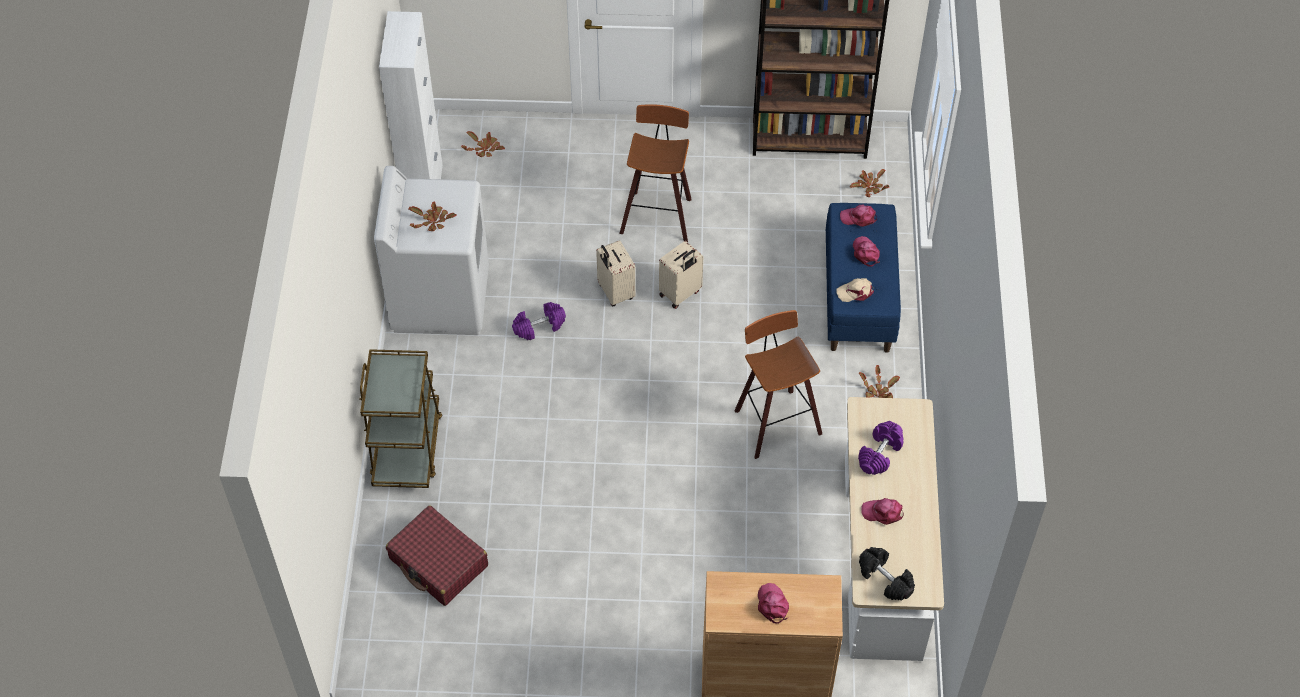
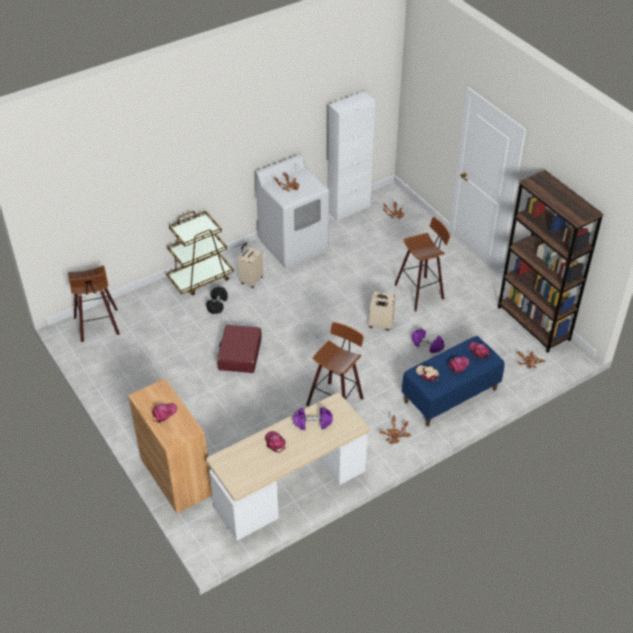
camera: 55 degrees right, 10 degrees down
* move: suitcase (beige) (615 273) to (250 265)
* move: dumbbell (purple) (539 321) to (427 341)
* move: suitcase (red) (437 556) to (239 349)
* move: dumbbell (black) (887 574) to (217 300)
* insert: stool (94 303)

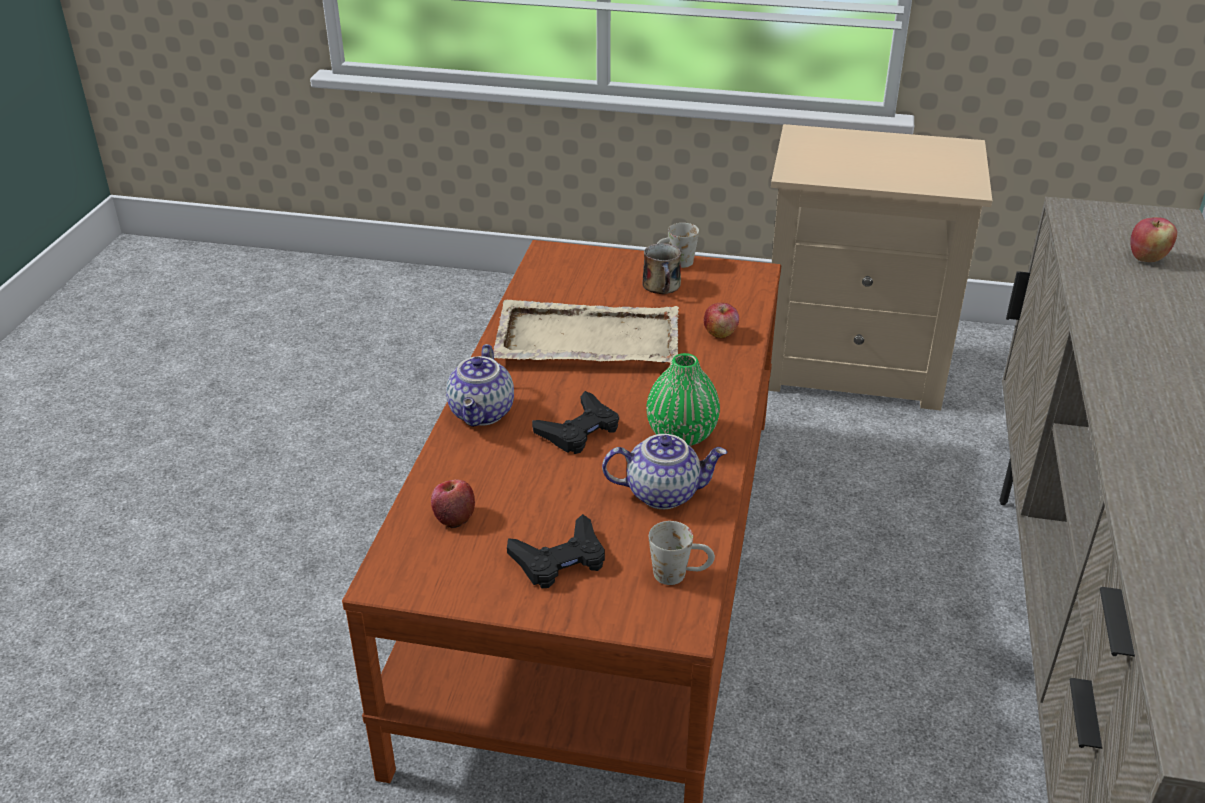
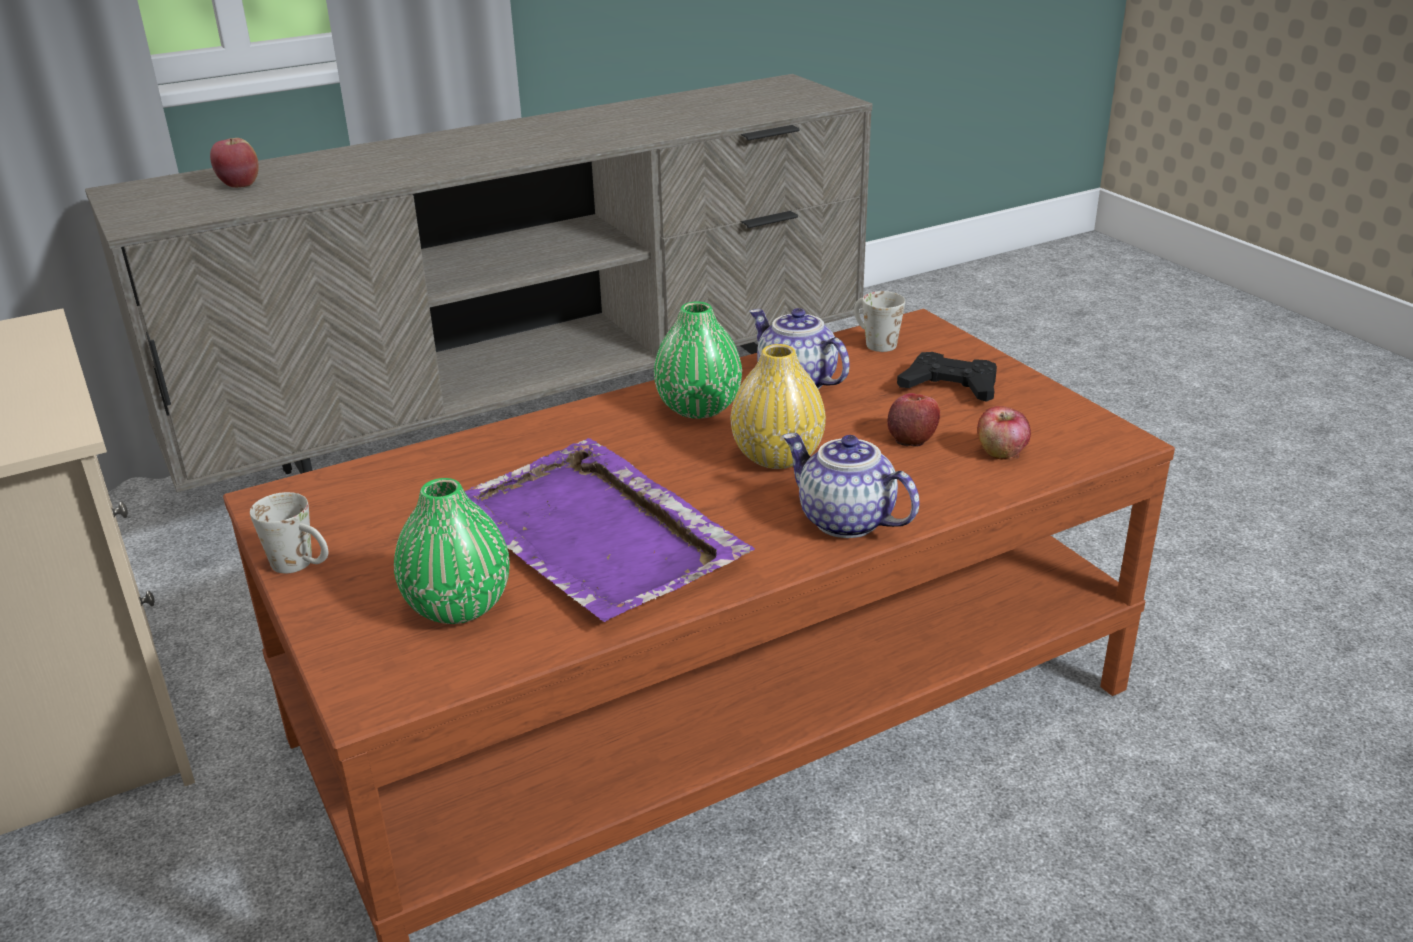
camera: 130 degrees left, 5 degrees down
* delete: mug (662 268)
* recolor: tray (beige) (586 331) to tray (purple) (610 530)
* move: apple (721 320) to (913 420)
* rotate: teapot (480 385) = (851 485) 105 degrees counterclockwise
* replace: game controller (black) (575 422) to vase (yellow) (778 406)
* insert: vase (green) (452 551)

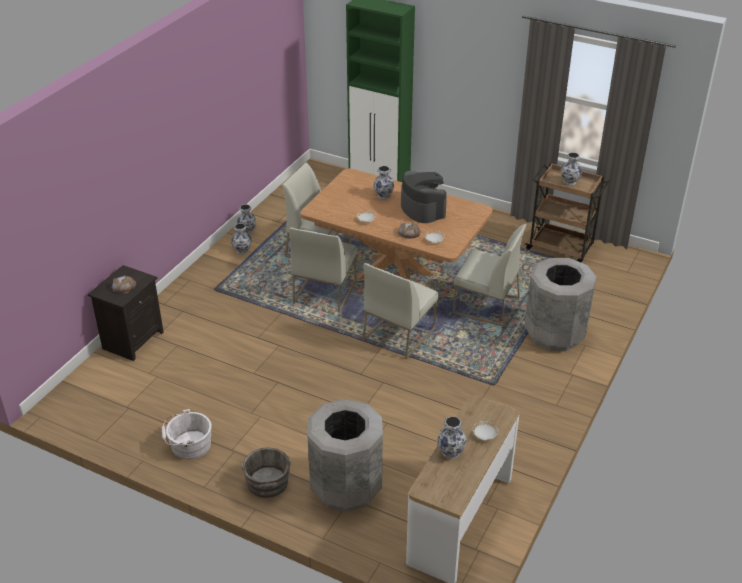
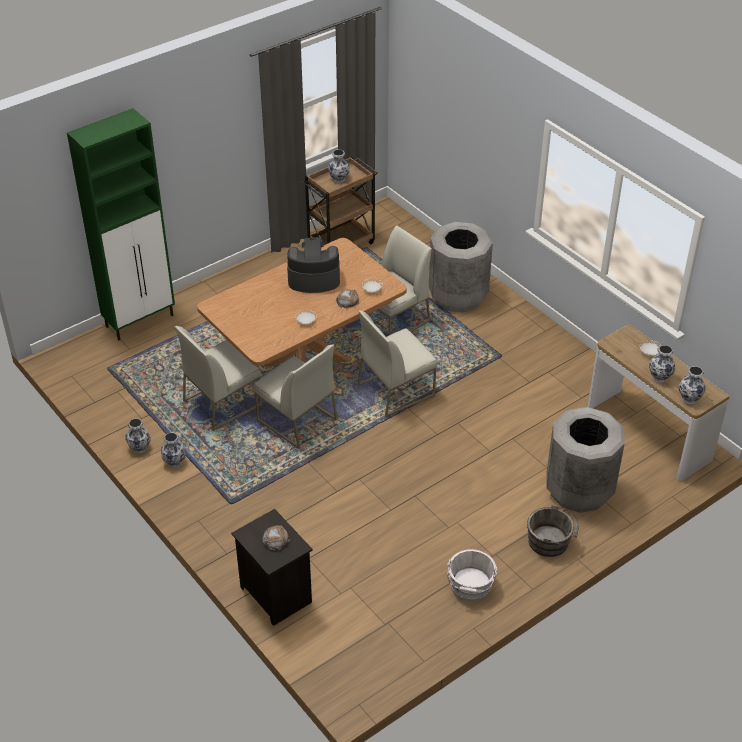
camera: 65 degrees left, 5 degrees up
* move: vase (384 182) to (692 385)
* rotate: chair (white) (401 311) = (397 363) 90 degrees clockwise

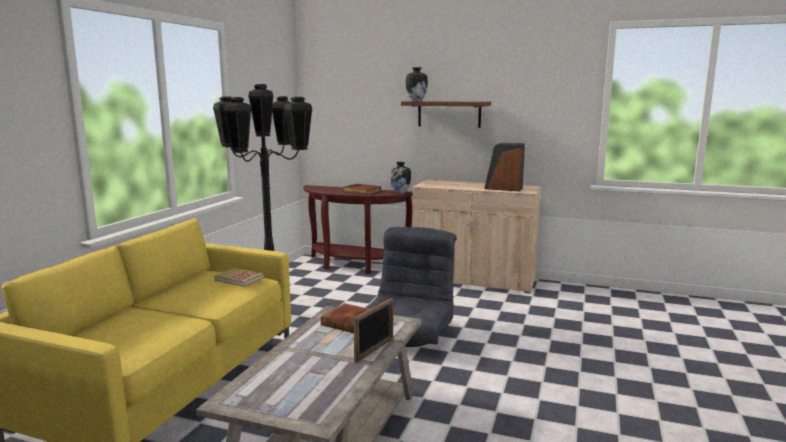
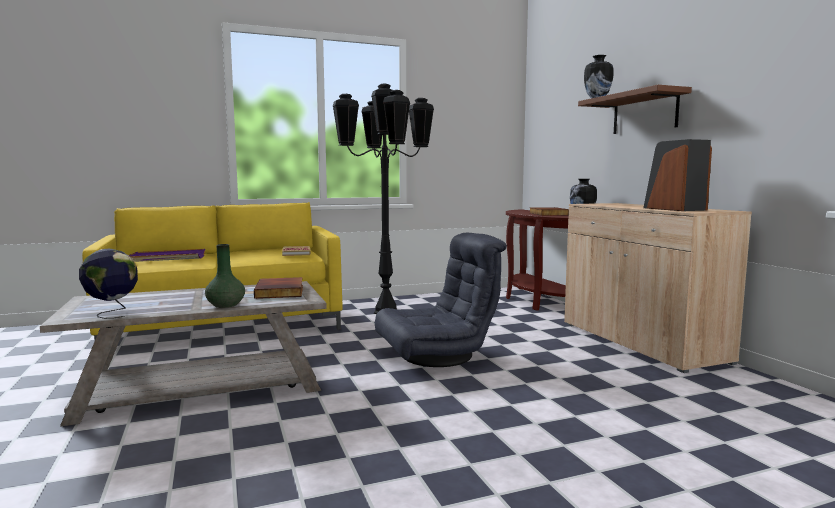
camera: 50 degrees right, 5 degrees down
* replace: picture frame (373 330) to vase (green) (225 276)
* insert: globe (108 284)
* insert: tray (purple) (166 255)

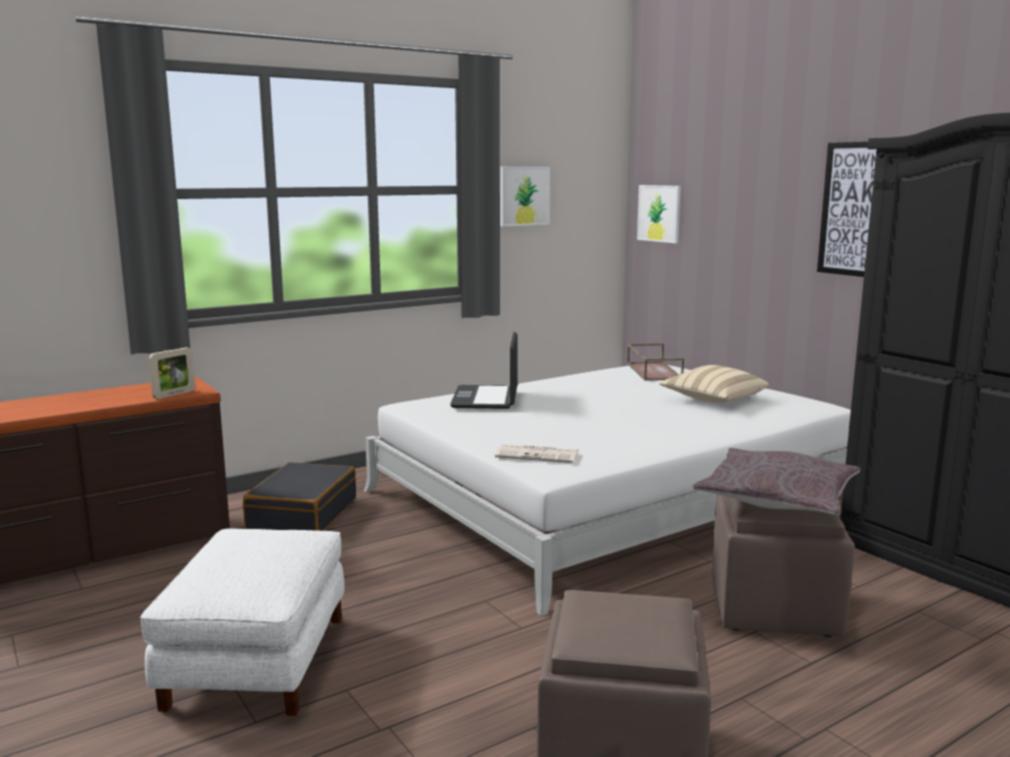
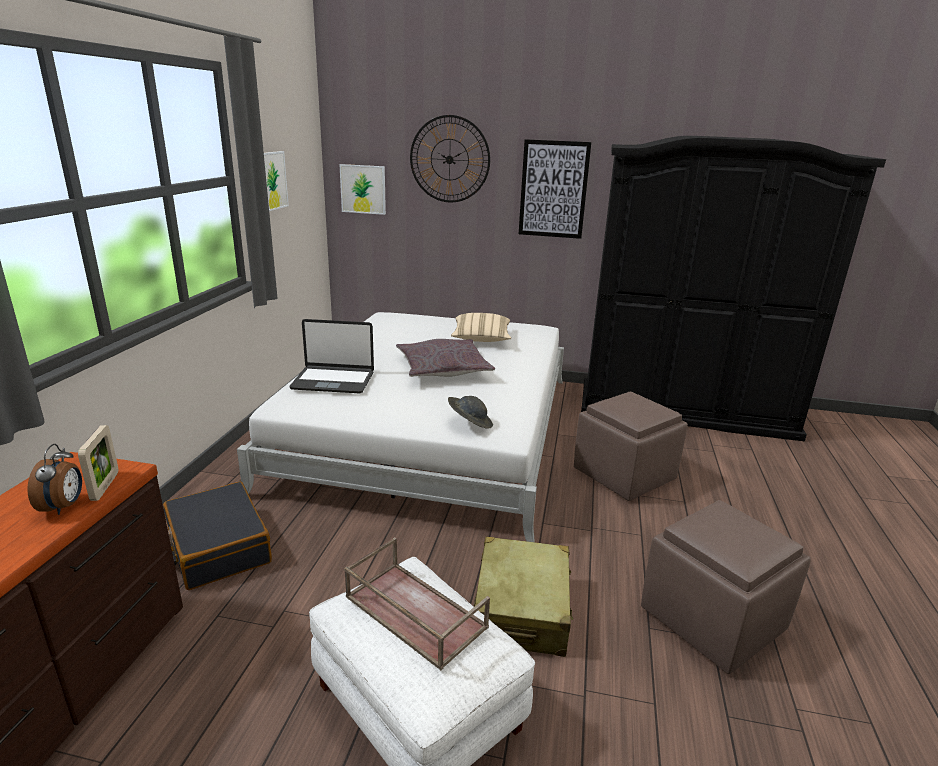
camera: 45 degrees left, 10 degrees up
* rotate: laptop (484 370) = (332 356) 45 degrees counterclockwise
* move: tray (brown) (655 362) to (417 603)
* replace: newspaper (536 453) to hat (grey) (470 412)
* move: pillow (grey) (776 481) to (445 358)
* insert: wall clock (450 158)
* insert: alarm clock (55 479)
* insert: suitcase (beige) (523 597)

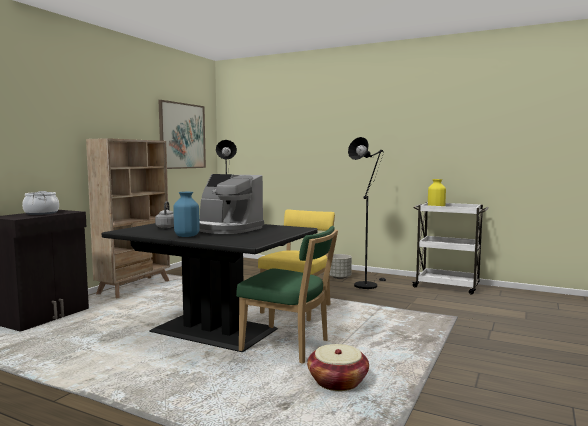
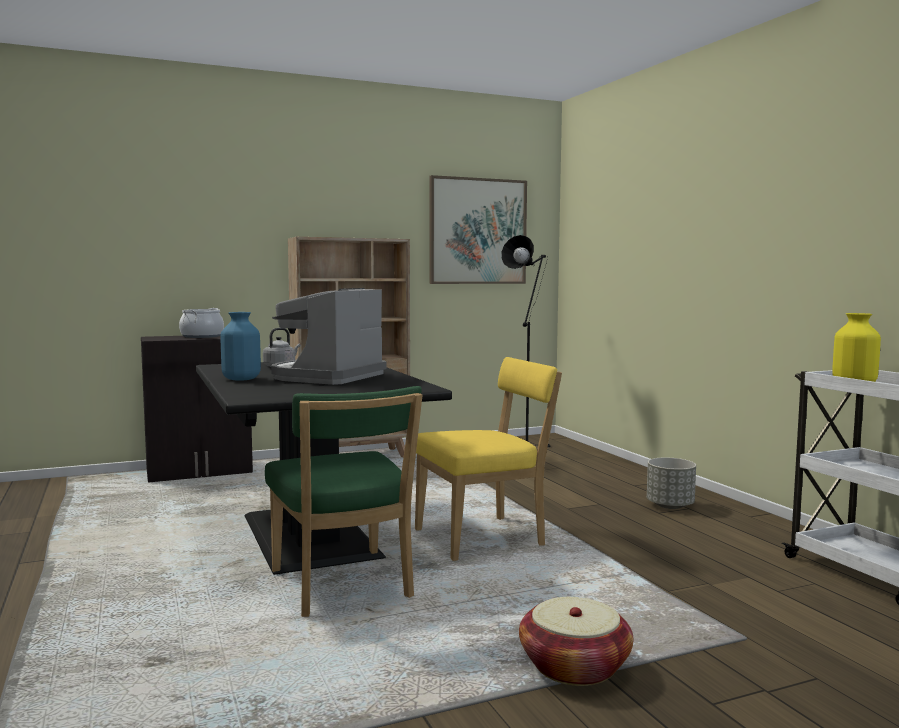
camera: 40 degrees right, 0 degrees up
* delete: floor lamp (black) (367 213)
* rotate: coffee machine (231 204) = (328 336) 45 degrees clockwise
* move: basket (338 367) to (576 641)

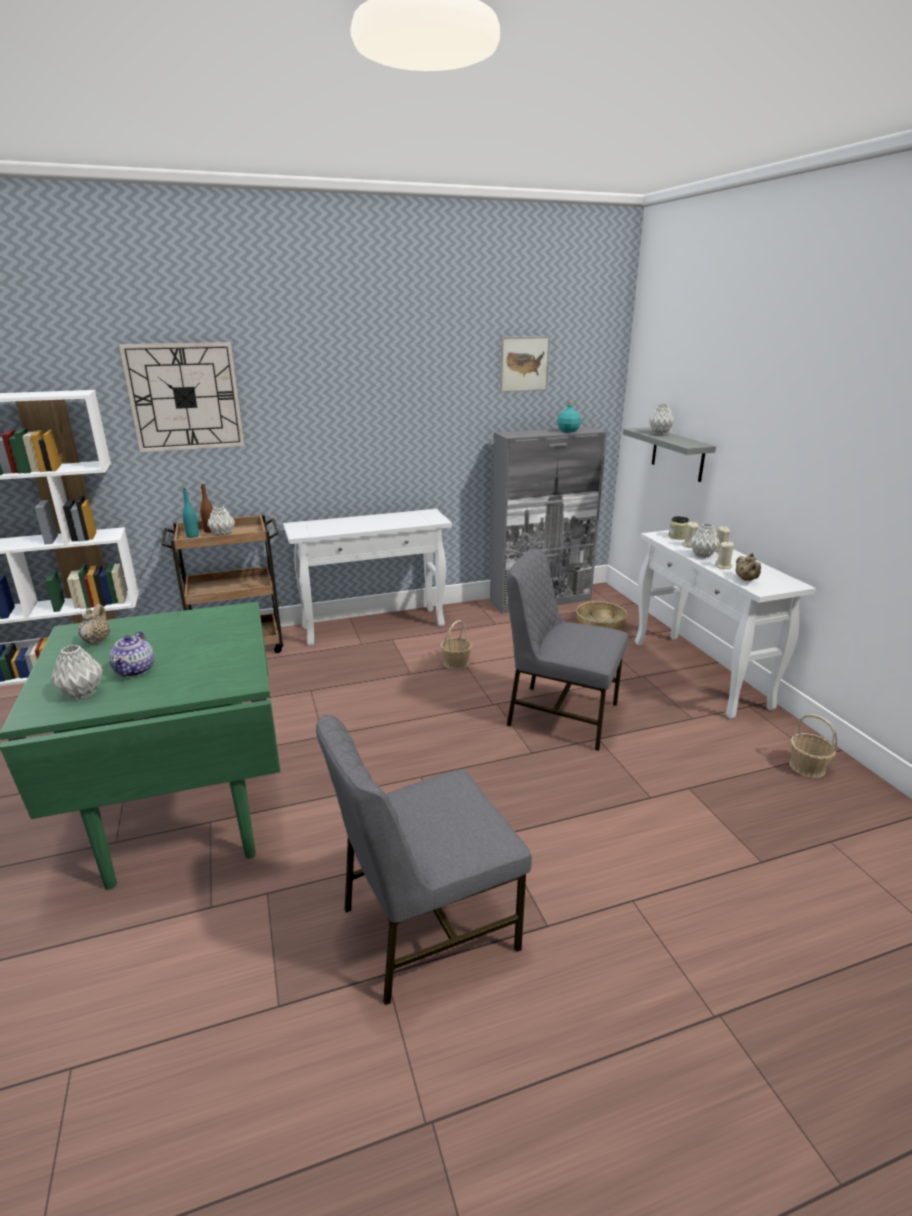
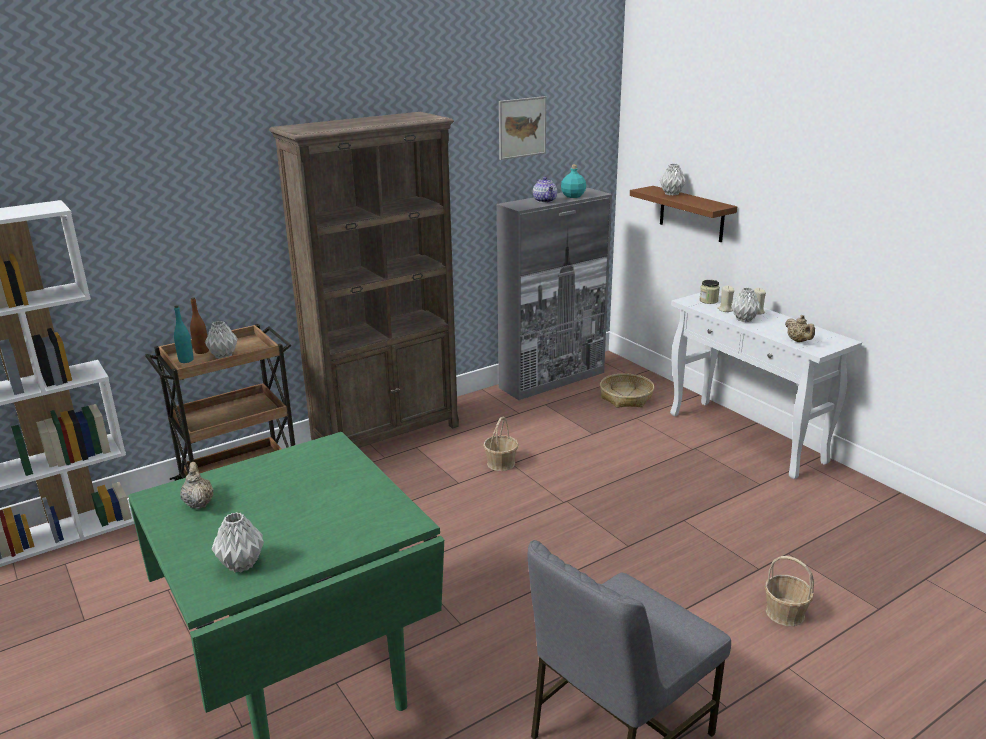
camera: 15 degrees left, 0 degrees up
* delete: wall clock (181 397)
* recolor: shelf (grey) (669 454) to shelf (brown) (683 214)
* replace: console table (white) (367 577) to bookcase (brown) (364 280)
* delete: candle (beige) (724 555)
* delete: chair (grey) (567 650)
* move: teapot (131 654) to (545 190)
* move: basket (813 746) to (789 591)

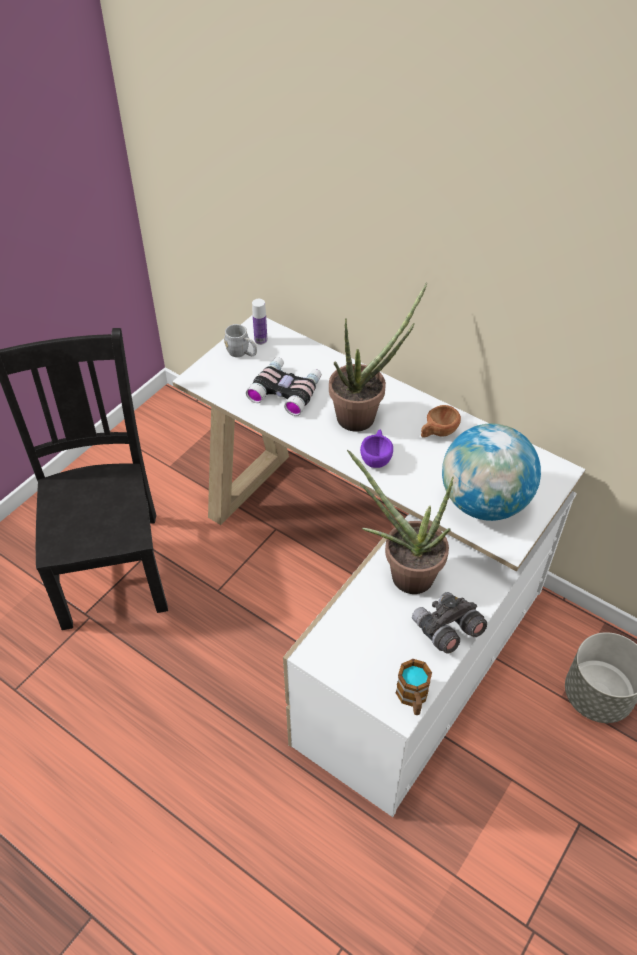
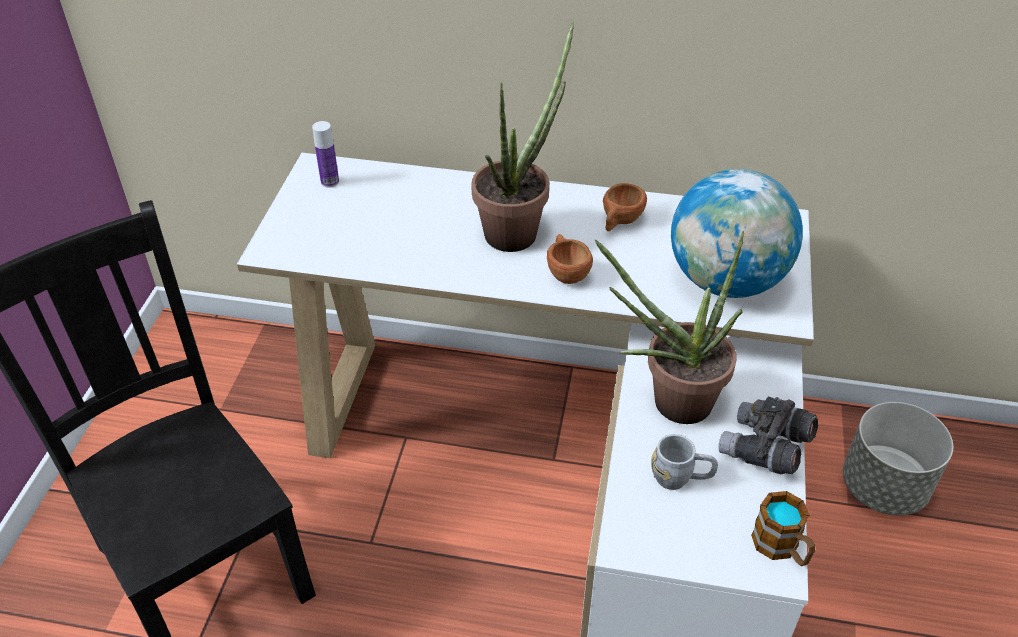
camera: 25 degrees left, 5 degrees down
* move: mug (grey) (240 340) to (684 462)
* delete: binoculars (284 386)
* recolor: cup (purple) (376 449) to cup (brown) (570 259)

